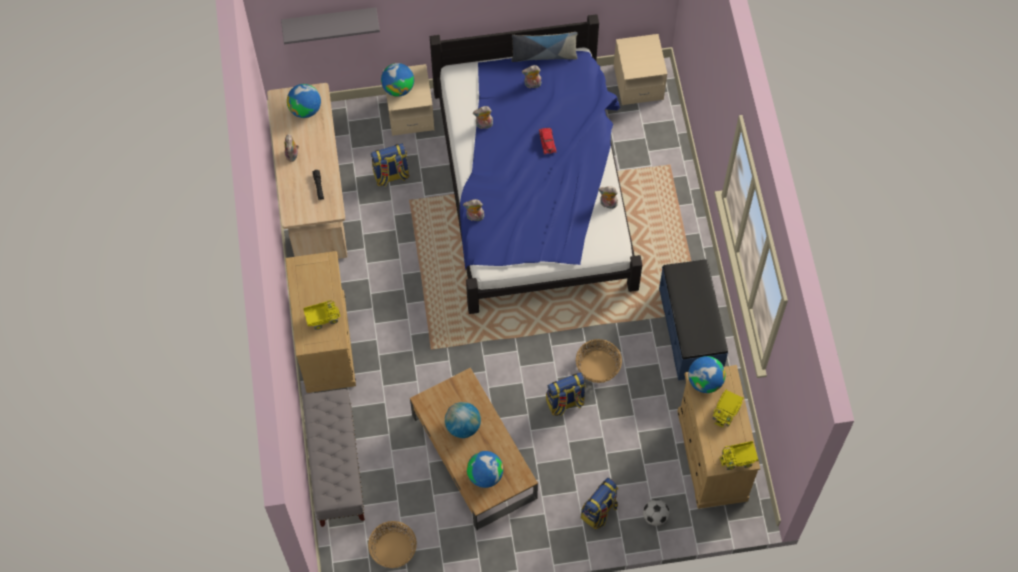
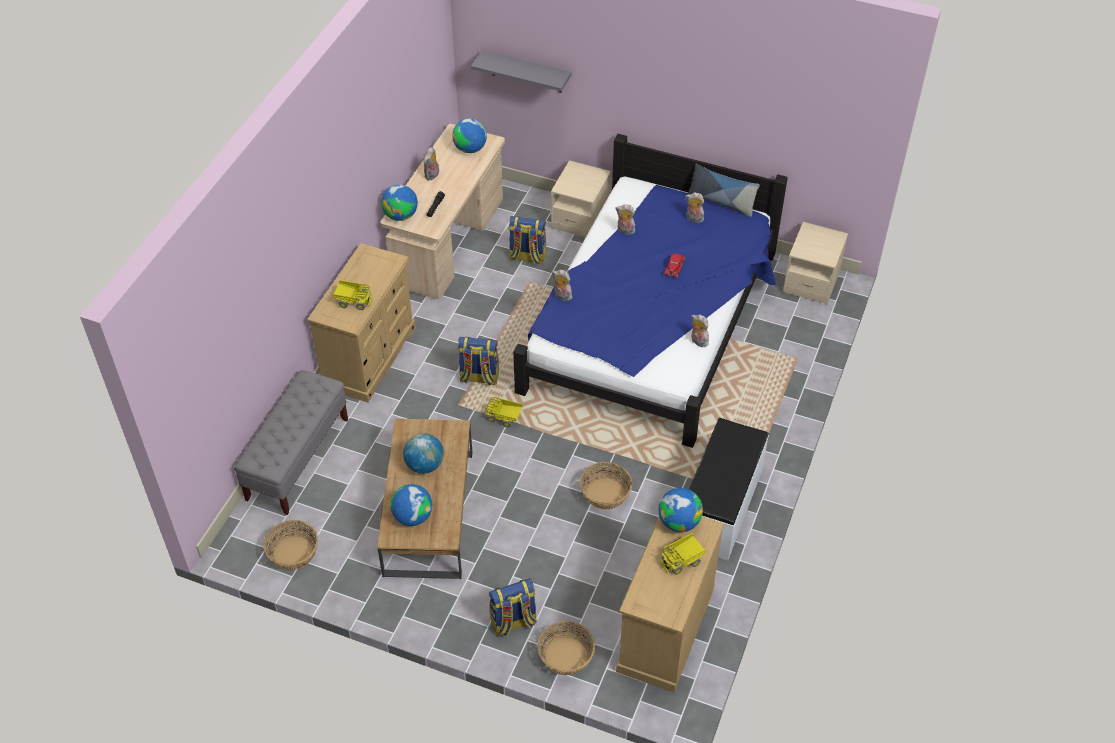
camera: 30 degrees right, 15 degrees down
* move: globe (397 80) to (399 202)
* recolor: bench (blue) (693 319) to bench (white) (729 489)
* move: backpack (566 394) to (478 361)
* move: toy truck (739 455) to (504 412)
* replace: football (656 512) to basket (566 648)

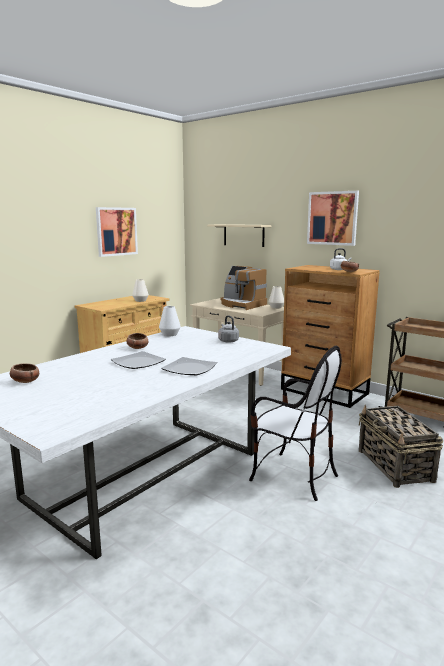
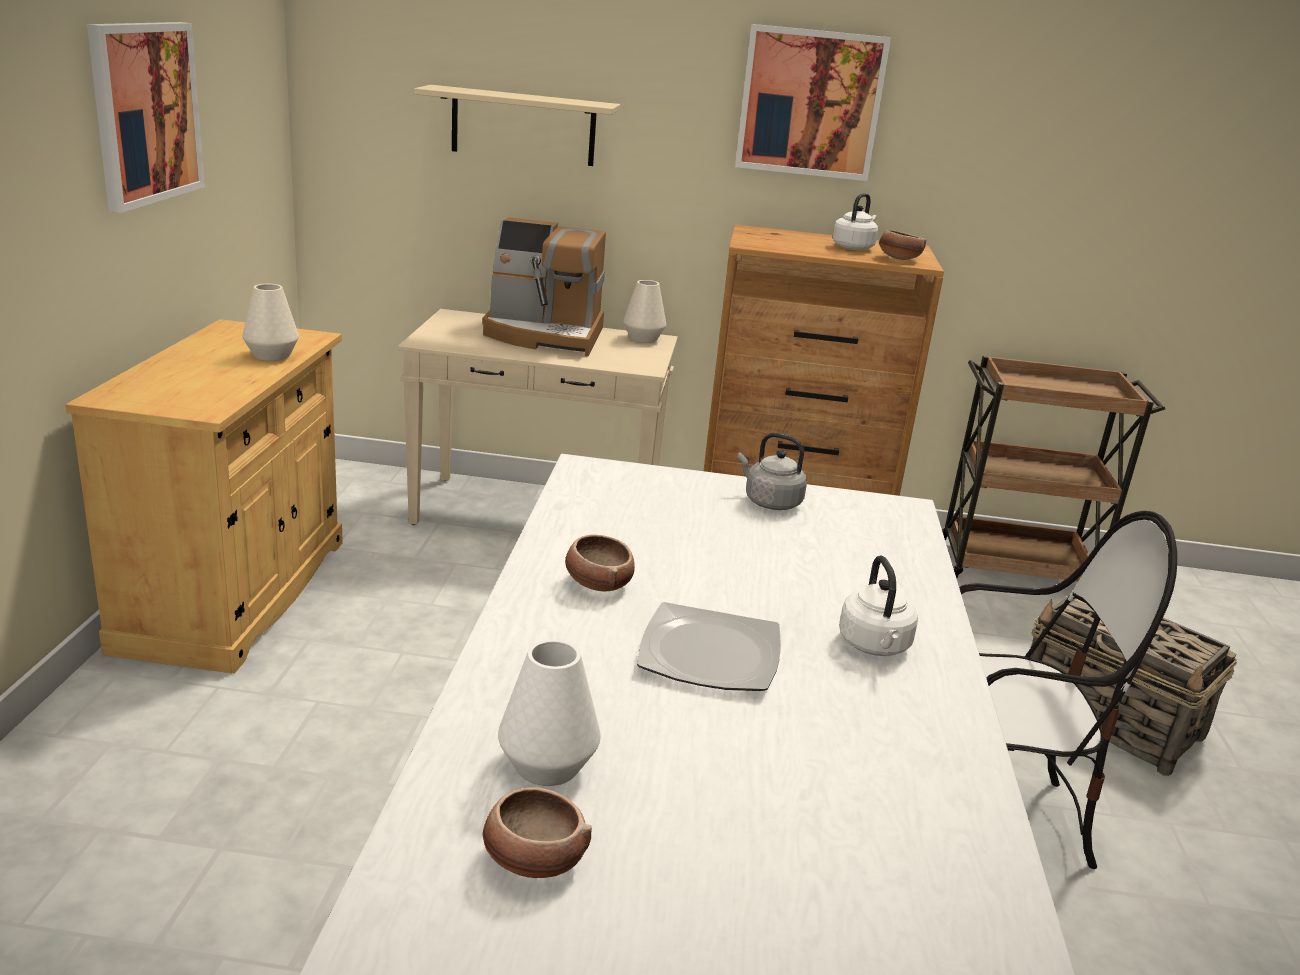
camera: 35 degrees left, 10 degrees up
* move: vase (white) (170 321) to (549 712)
* replace: plate (189 366) to kettle (white) (878 605)

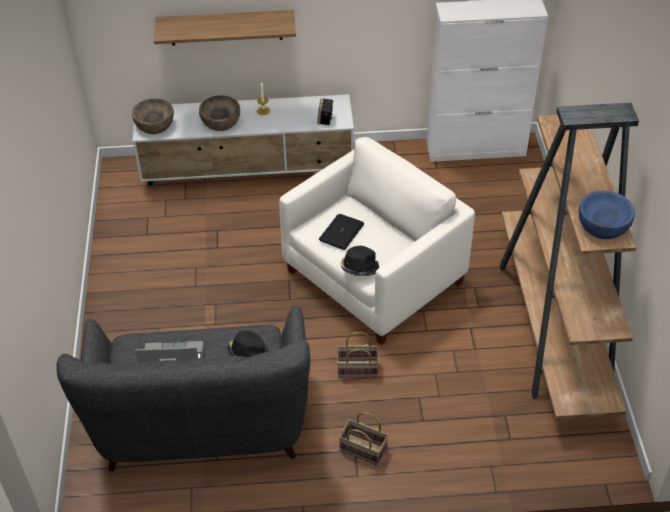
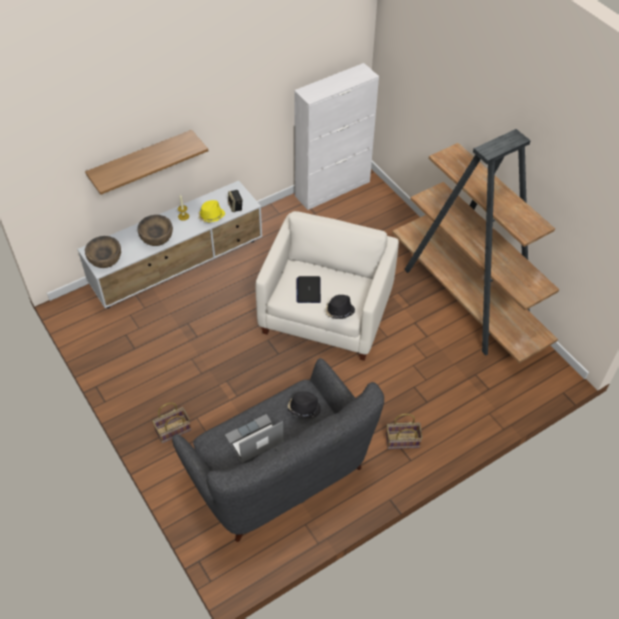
camera: 30 degrees left, 5 degrees up
* delete: bowl (blue) (607 215)
* move: basket (358 355) to (171 423)
* insert: hat (yellow) (211 211)

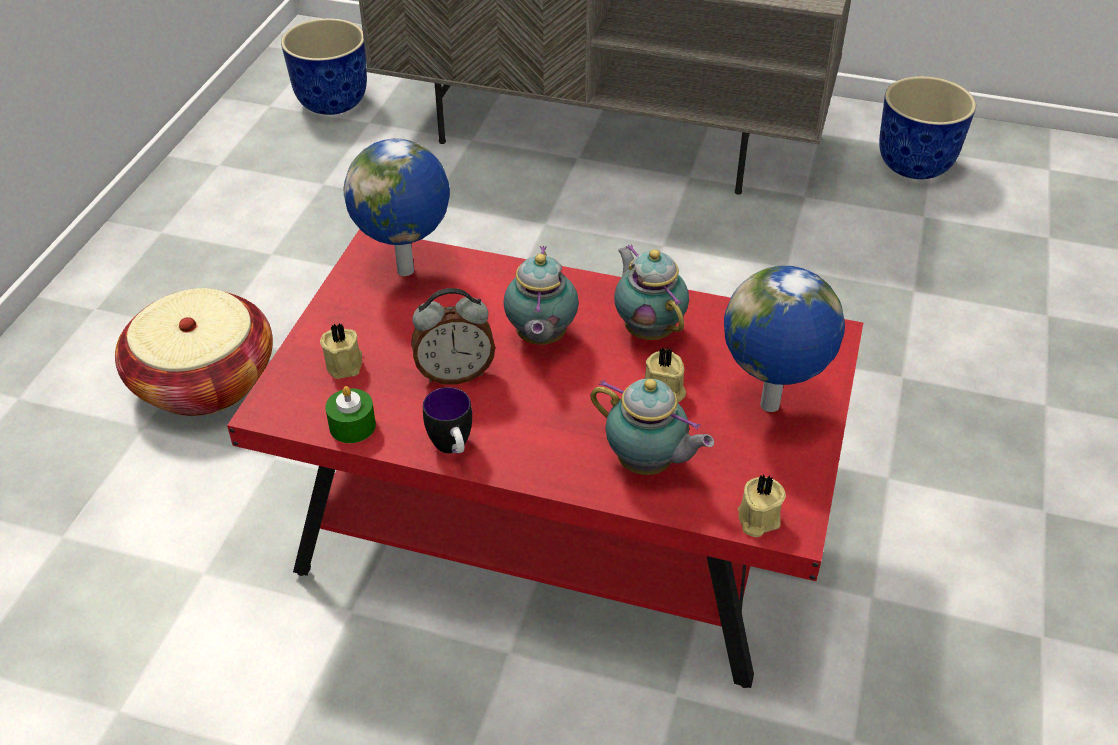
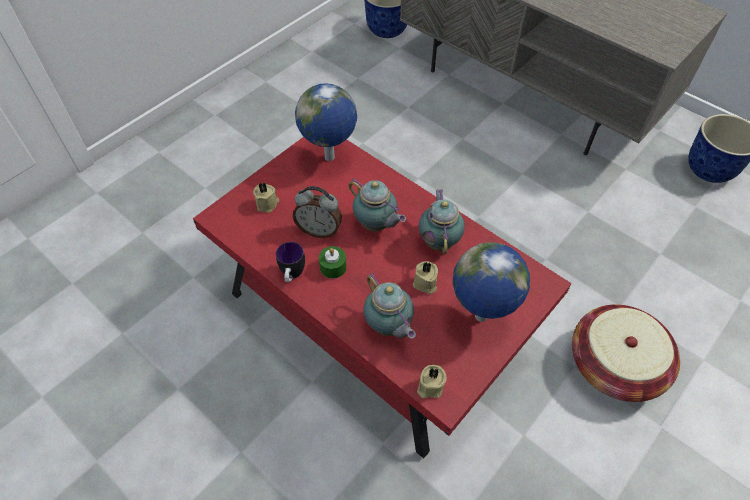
camera: 25 degrees right, 10 degrees up
* rotate: teapot (541 295) = (377 204) 75 degrees counterclockwise
* move: basket (194 352) to (626 353)
* move: candle (green) (350 414) to (333 262)

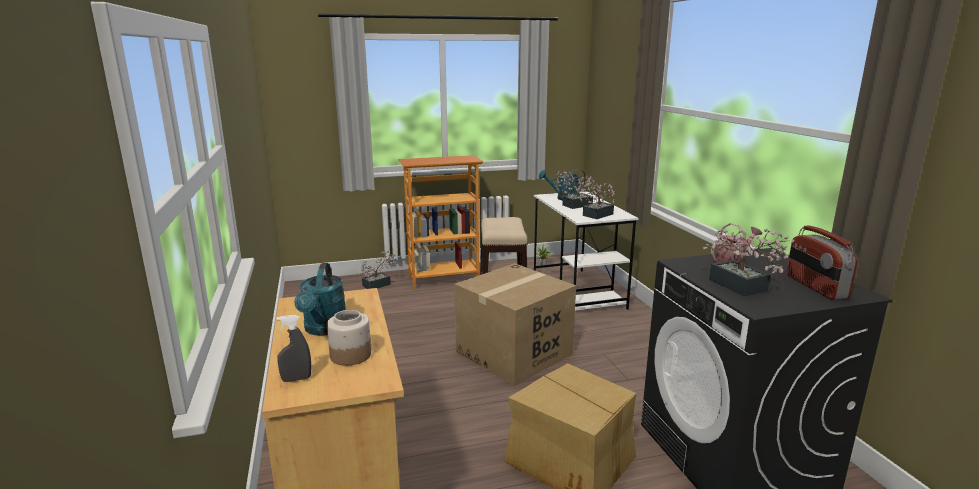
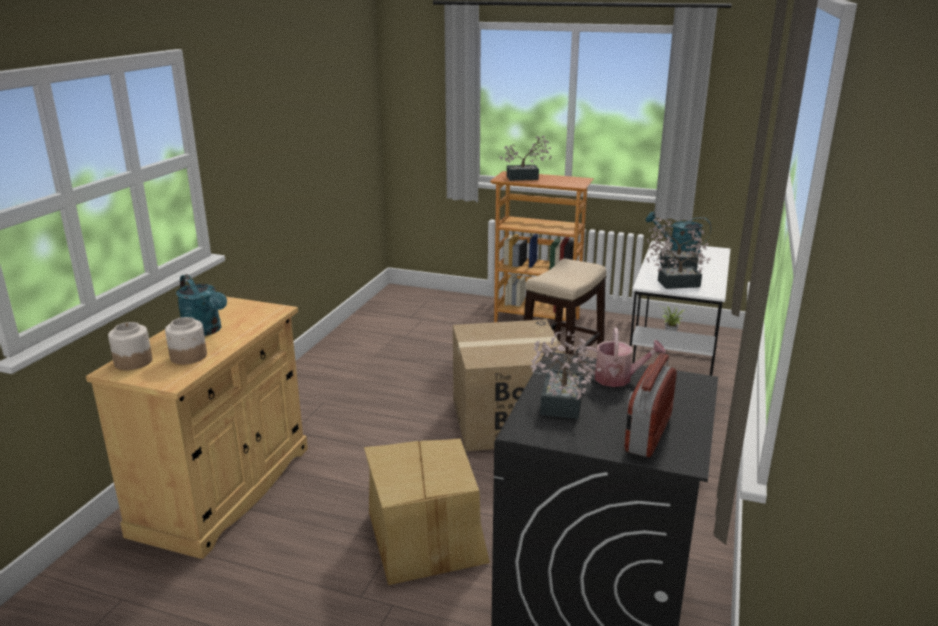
camera: 35 degrees right, 5 degrees up
* move: potted plant (377 270) to (525 158)
* rotate: watering can (turquoise) (320 299) = (201 305) 75 degrees counterclockwise
* replace: spray bottle (grey) (293 348) to jar (130 346)

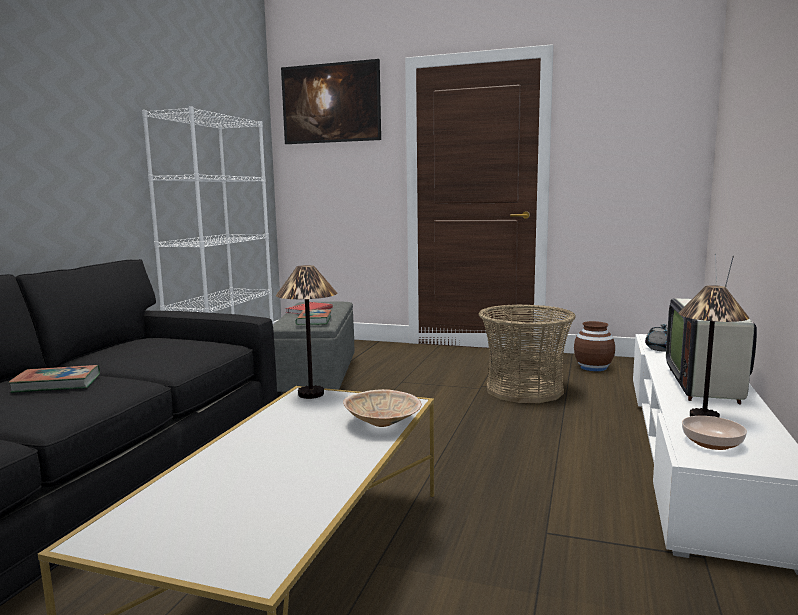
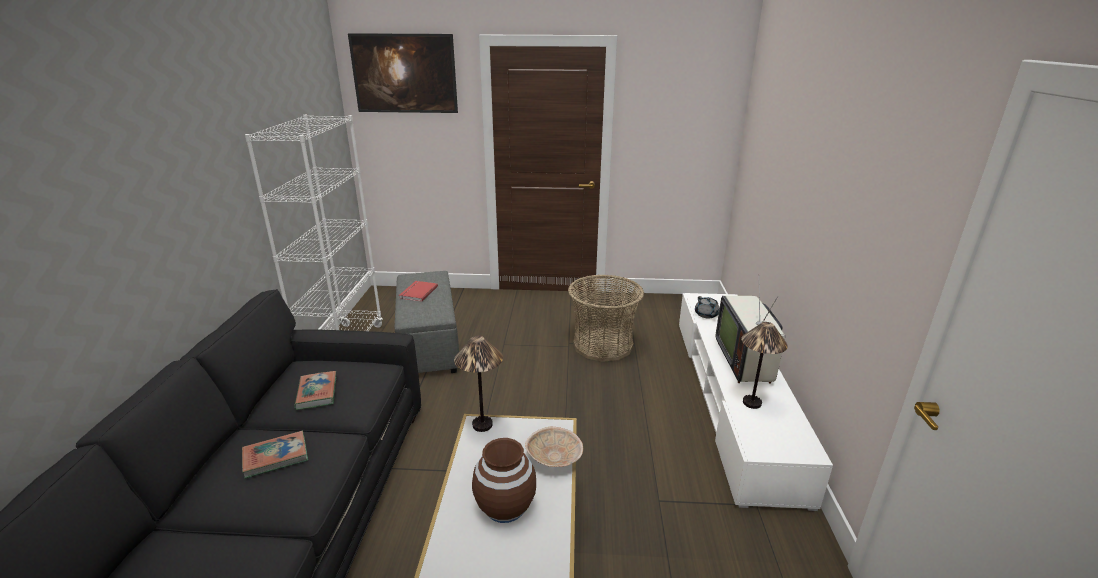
camera: 15 degrees left, 15 degrees up
* move: book (313 317) to (315 390)
* move: vase (brown) (594 346) to (504 480)
* delete: bowl (714 433)

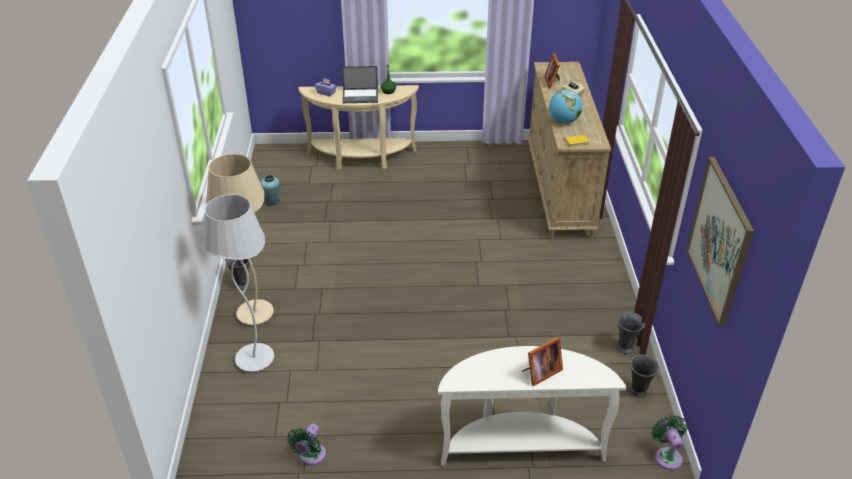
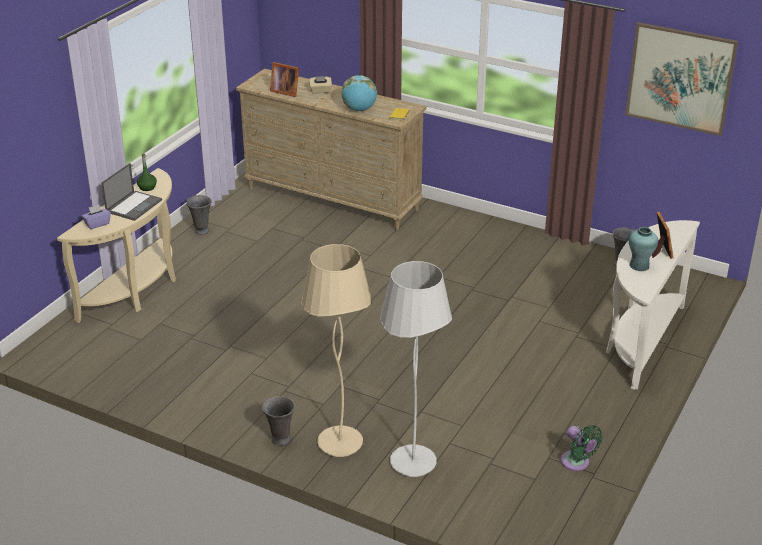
camera: 60 degrees left, 5 degrees down
* move: vase (turquoise) (270 190) to (643 249)
* move: vase (grey) (631 333) to (199 215)
* delete: fan (green) (670 442)

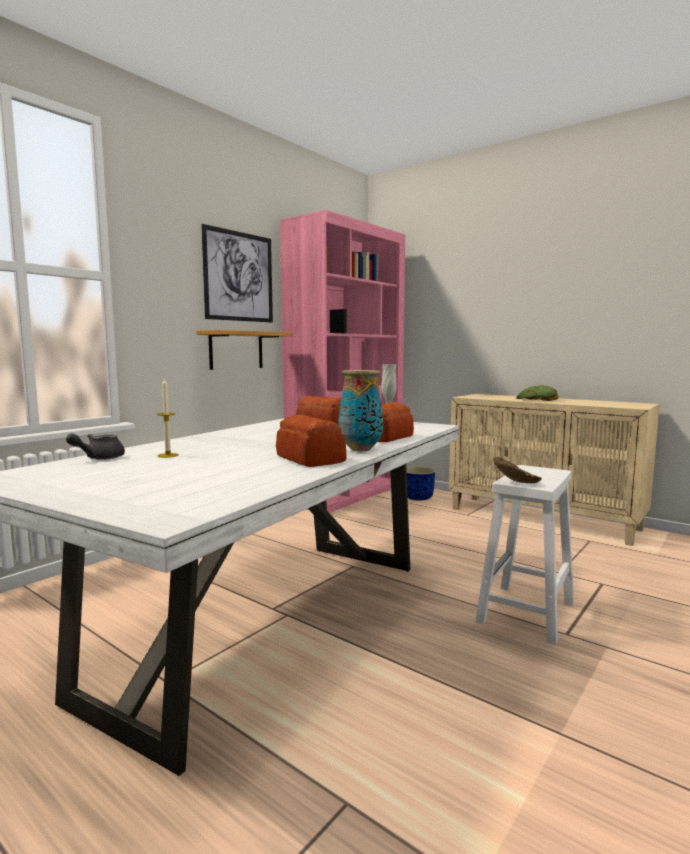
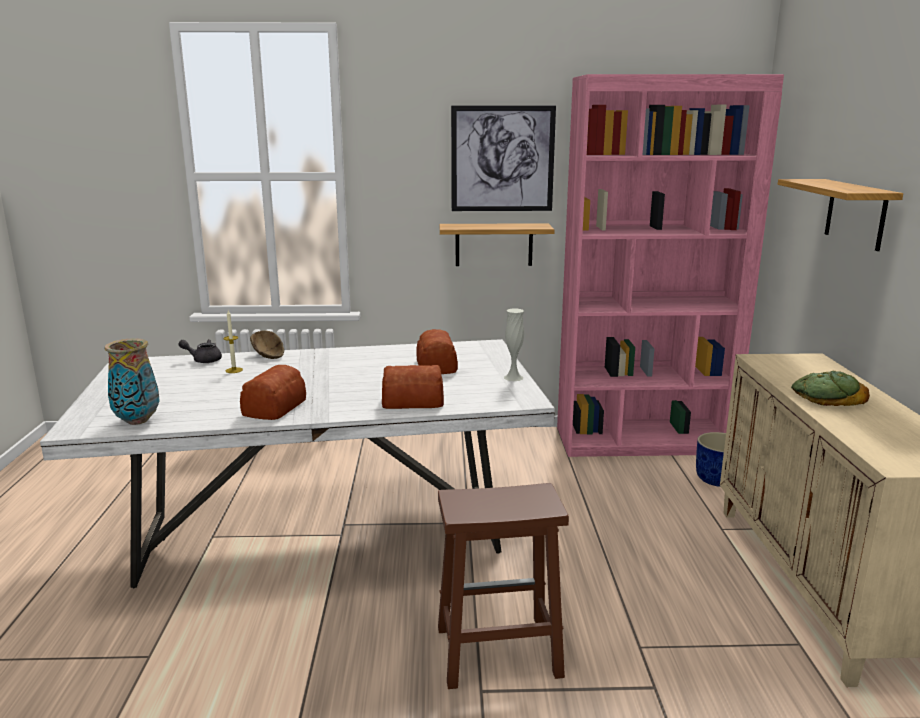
camera: 50 degrees right, 10 degrees up
* move: vase (360 410) to (132 381)
* move: bowl (brown) (517 470) to (267 344)
* recolor: stool (white) (524 555) to stool (brown) (503 586)
* insert: shelf (840 215)

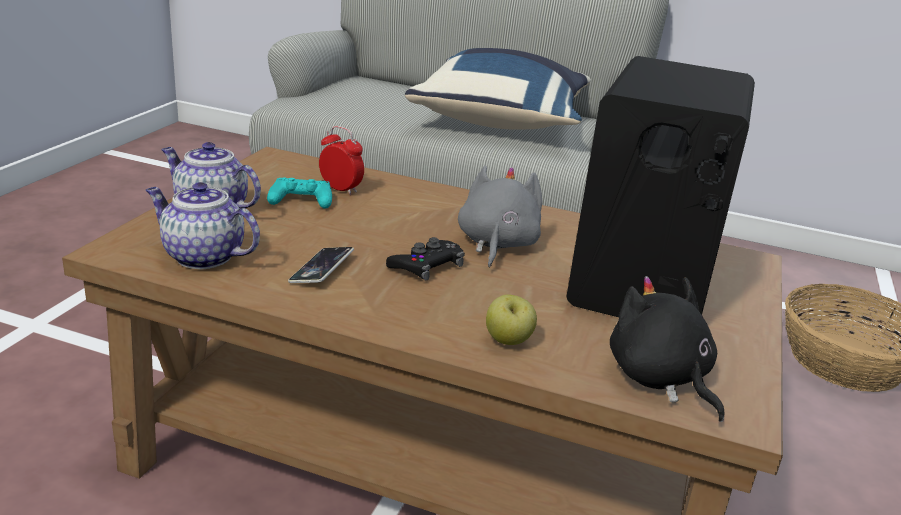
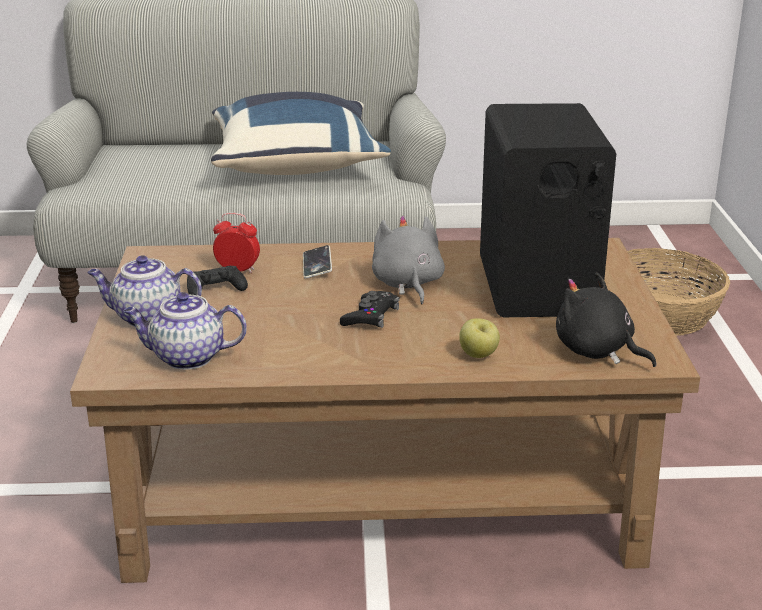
camera: 20 degrees left, 0 degrees up
* recolor: game controller (turquoise) (299 192) to game controller (black) (217 280)
* move: phone (321 265) to (317 262)

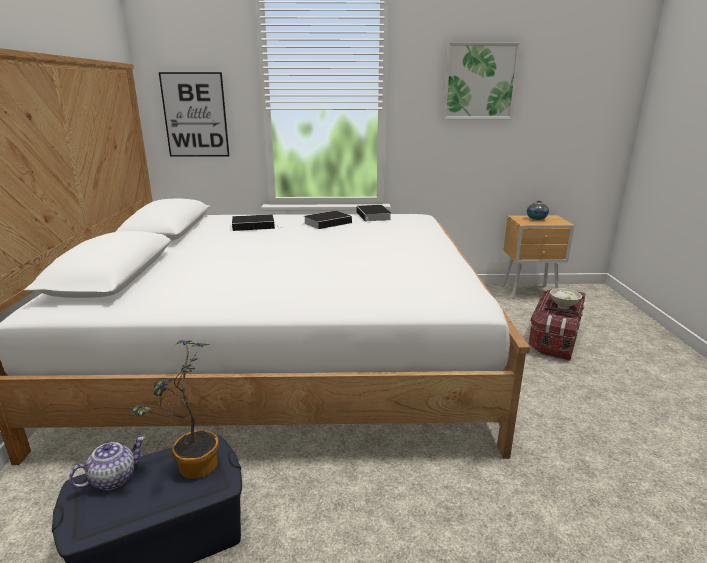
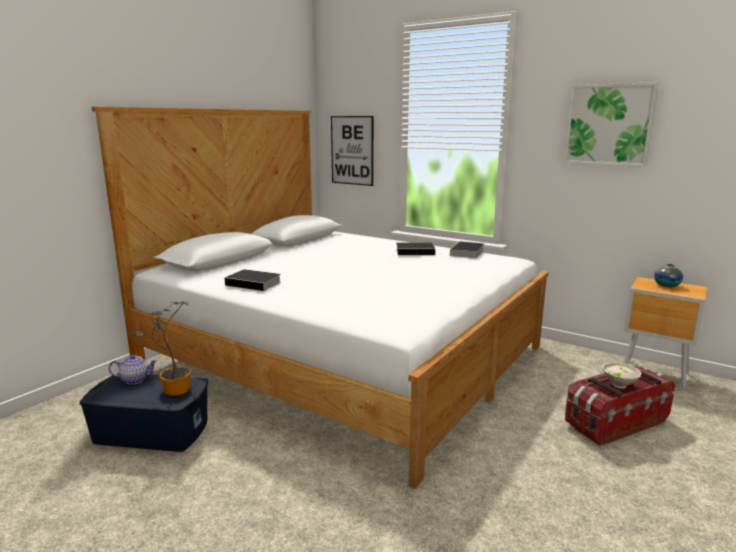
camera: 35 degrees right, 5 degrees down
* move: book (257 222) to (253 280)

